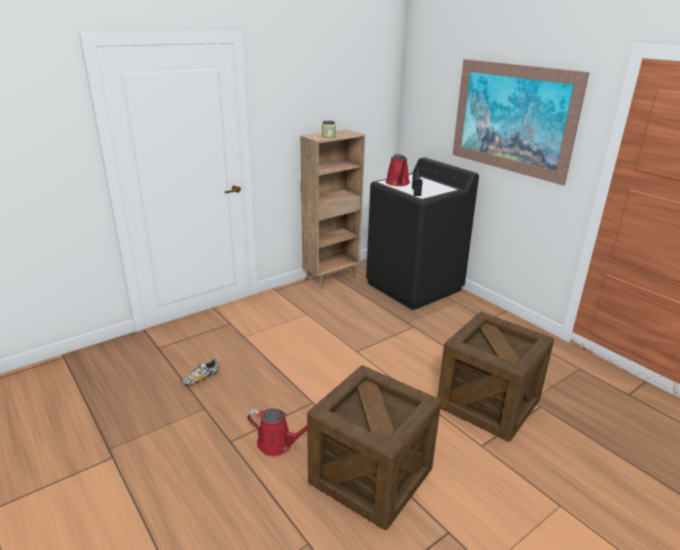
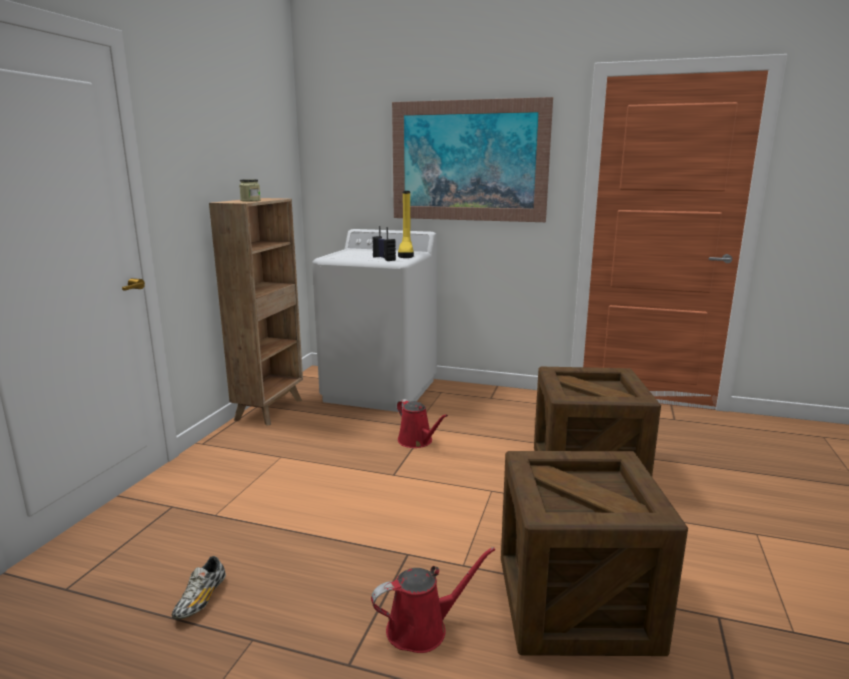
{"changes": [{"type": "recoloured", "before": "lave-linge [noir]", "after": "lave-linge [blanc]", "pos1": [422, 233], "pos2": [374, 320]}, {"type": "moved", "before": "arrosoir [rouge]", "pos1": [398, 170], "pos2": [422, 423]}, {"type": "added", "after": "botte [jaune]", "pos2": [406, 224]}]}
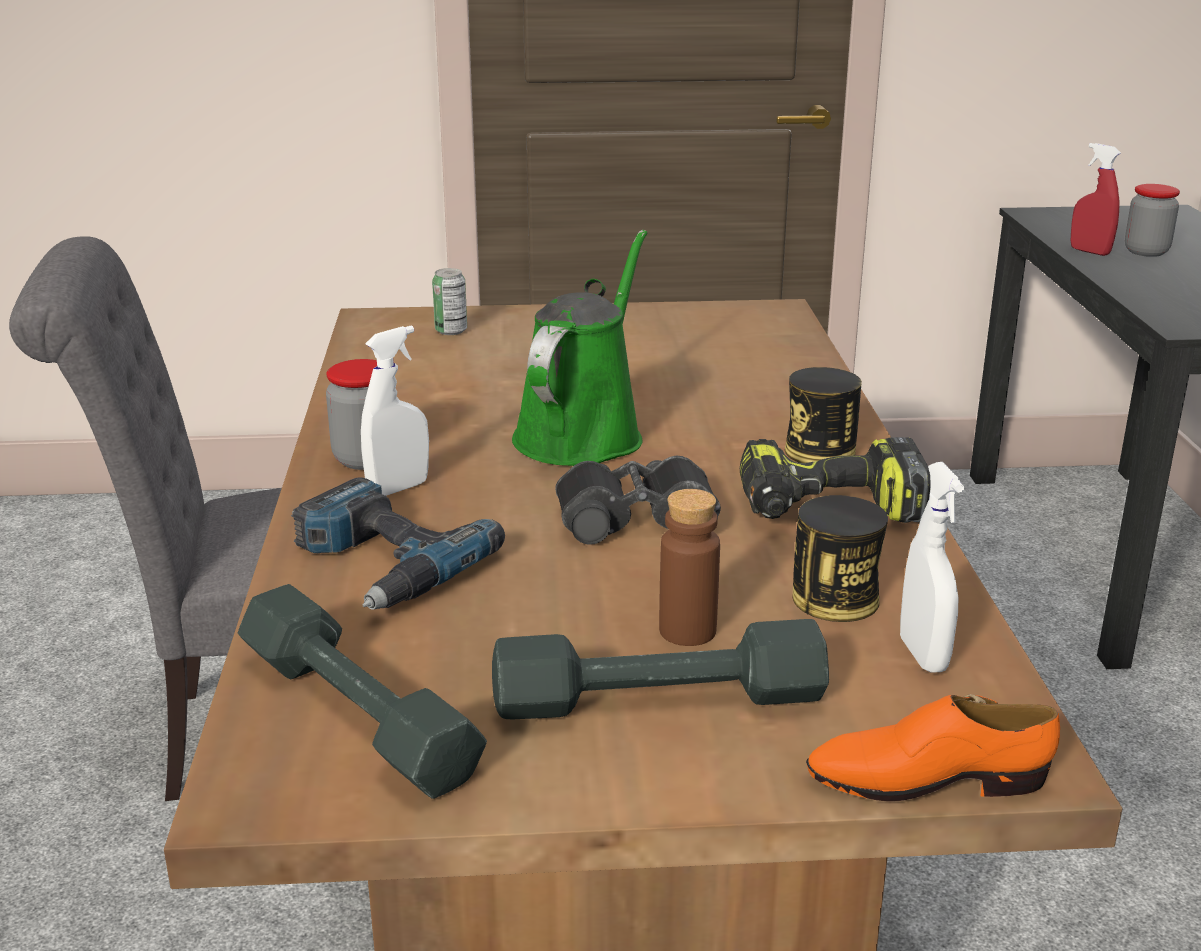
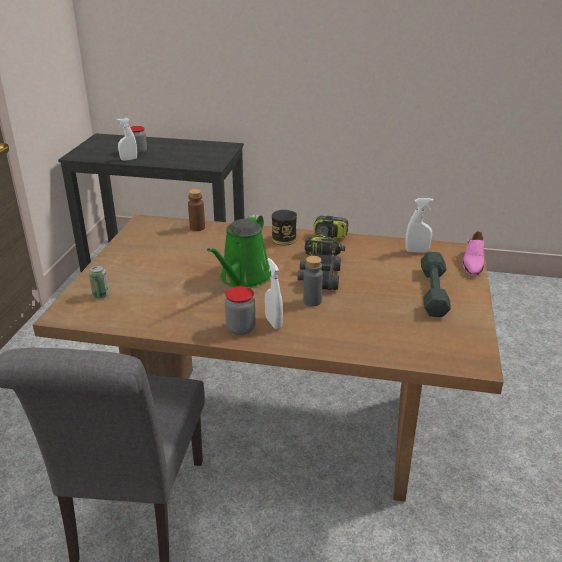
{"changes": [{"type": "recoloured", "before": "vaporisateur [rouge]", "after": "vaporisateur [blanc]", "pos1": [1096, 199], "pos2": [127, 139]}, {"type": "moved", "before": "bouteille [marron]", "pos1": [689, 567], "pos2": [196, 210]}, {"type": "turned", "before": "arrosoir [vert]", "pos1": [579, 348], "pos2": [239, 251], "turn": -105}, {"type": "added", "after": "bouteille [gris]", "pos2": [313, 281]}, {"type": "recoloured", "before": "chaussure [orange]", "after": "chaussure [rose]", "pos1": [933, 747], "pos2": [473, 253]}, {"type": "removed", "before": "haltère [gris]", "pos1": [362, 691]}, {"type": "removed", "before": "perceuse", "pos1": [398, 544]}, {"type": "removed", "before": "boîte métallique", "pos1": [840, 558]}]}
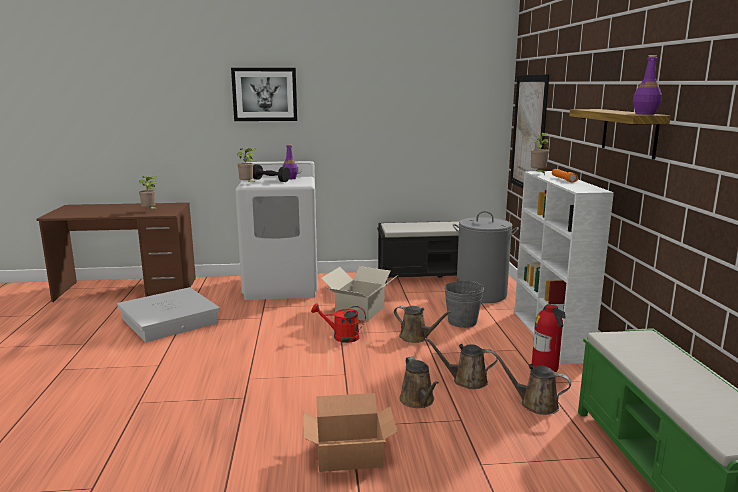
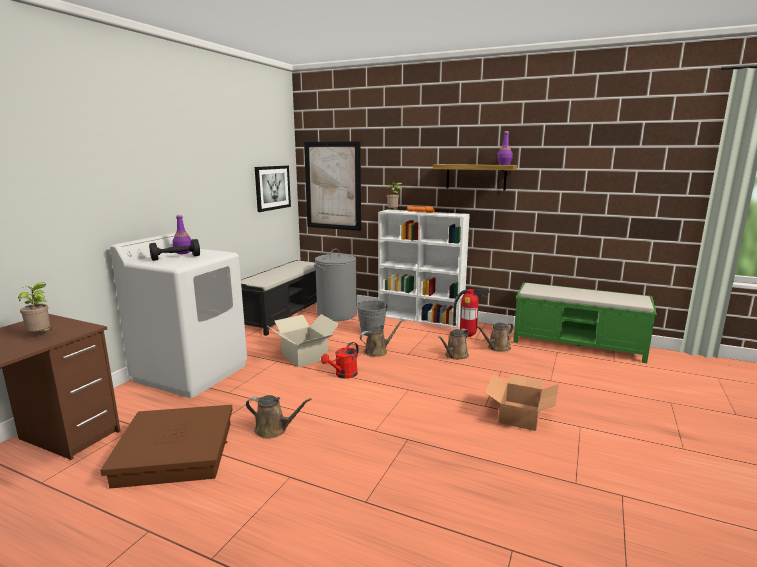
{"changes": [{"type": "recoloured", "before": "boîte de rangement [blanc]", "after": "boîte de rangement [marron]", "pos1": [168, 314], "pos2": [166, 446]}, {"type": "moved", "before": "arrosoir [marron]", "pos1": [419, 382], "pos2": [279, 417]}, {"type": "moved", "before": "tableau", "pos1": [264, 94], "pos2": [273, 189]}, {"type": "removed", "before": "plante en pot", "pos1": [246, 165]}]}
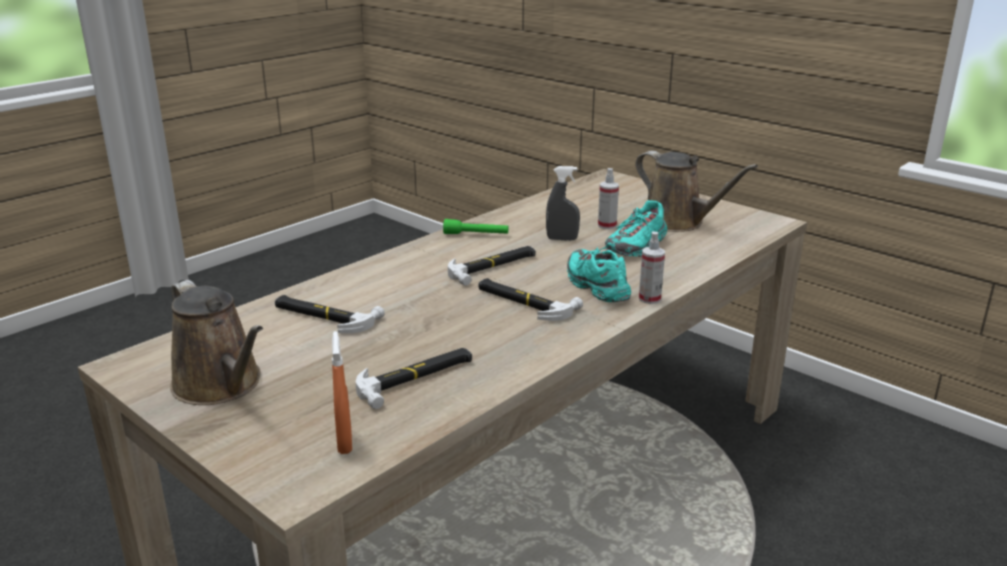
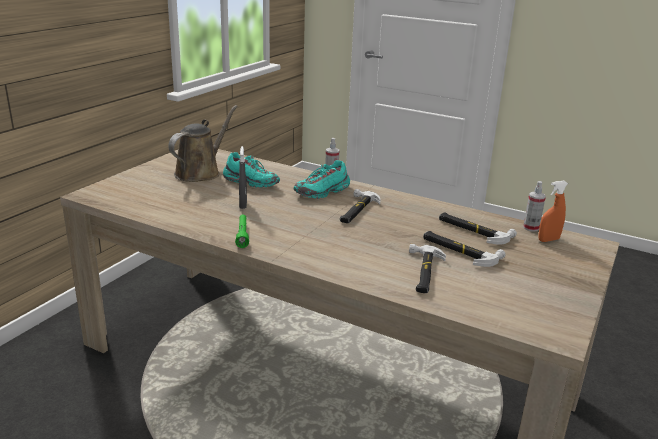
{"changes": [{"type": "moved", "before": "marteau", "pos1": [492, 266], "pos2": [464, 249]}, {"type": "moved", "before": "vaporisateur", "pos1": [608, 198], "pos2": [534, 206]}, {"type": "removed", "before": "arrosoir [marron]", "pos1": [216, 342]}]}
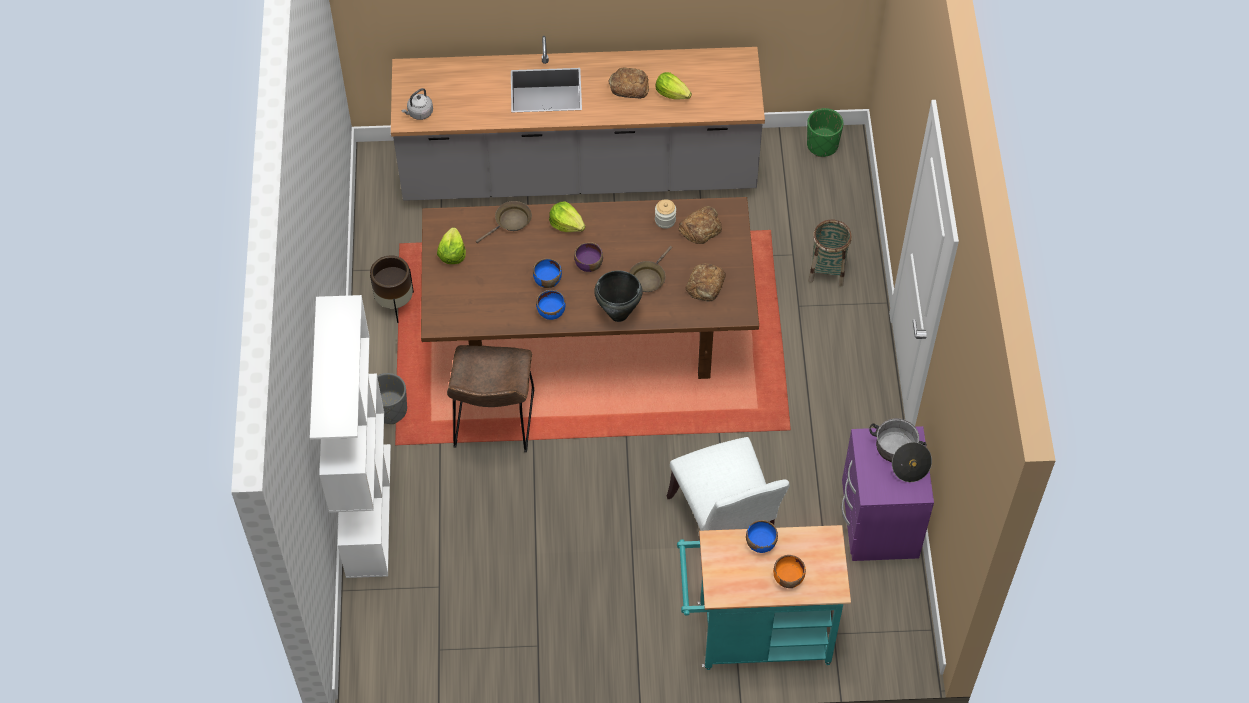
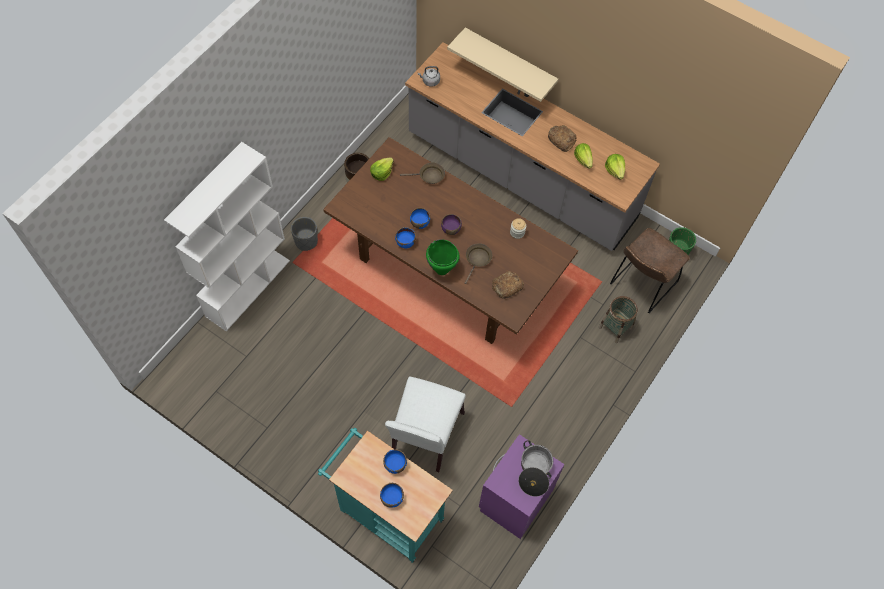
{"changes": [{"type": "recoloured", "before": "bol [orange]", "after": "bol [bleu]", "pos1": [789, 571], "pos2": [392, 495]}, {"type": "recoloured", "before": "marmite [noir]", "after": "marmite [vert]", "pos1": [618, 296], "pos2": [442, 257]}, {"type": "added", "after": "étagère [beige]", "pos2": [502, 64]}, {"type": "turned", "before": "poêle [marron]", "pos1": [650, 269], "pos2": [478, 263], "turn": 135}, {"type": "moved", "before": "laitue", "pos1": [567, 216], "pos2": [615, 167]}, {"type": "moved", "before": "chaise [marron]", "pos1": [490, 398], "pos2": [650, 270]}, {"type": "removed", "before": "pain", "pos1": [700, 225]}]}
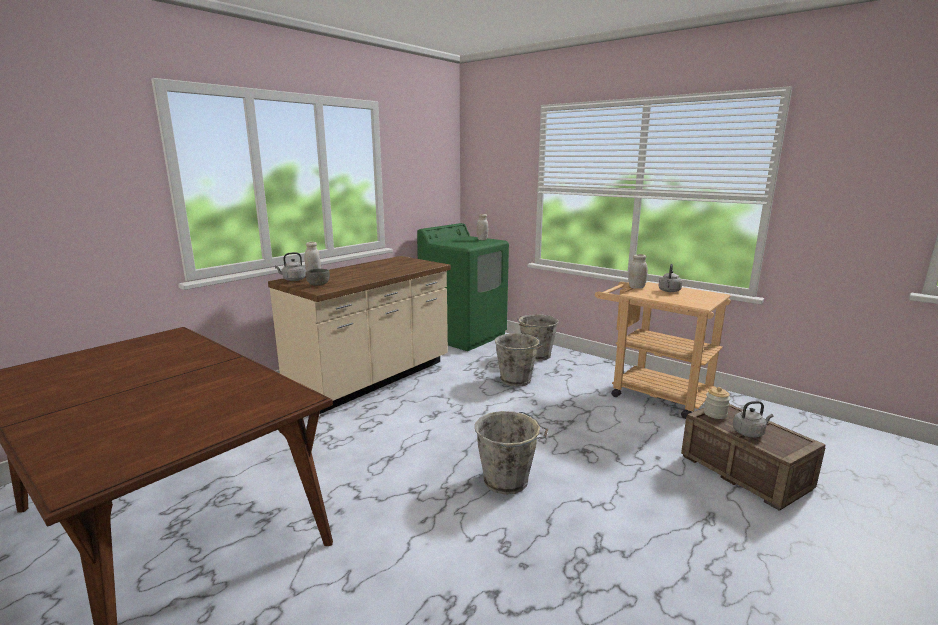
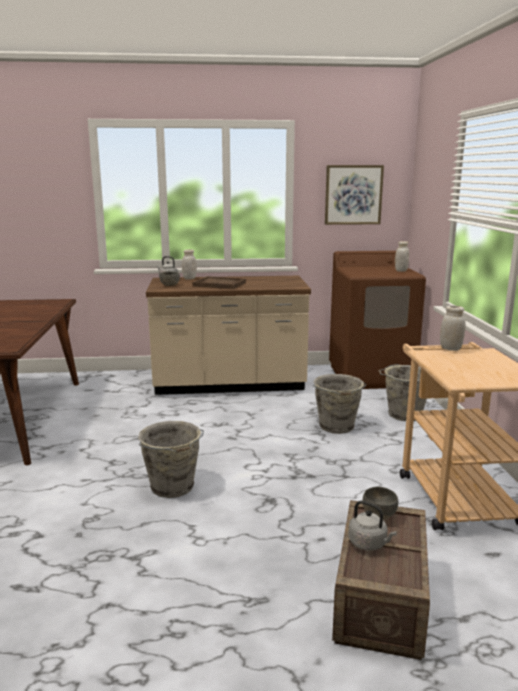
{"changes": [{"type": "added", "after": "plateau [marron]", "pos2": [219, 282]}, {"type": "added", "after": "tableau", "pos2": [354, 195]}, {"type": "recoloured", "before": "lave-linge [vert]", "after": "lave-linge [marron]", "pos1": [463, 287], "pos2": [377, 320]}, {"type": "replaced", "before": "bocal", "after": "bol [gris]", "pos1": [717, 403], "pos2": [380, 503]}, {"type": "removed", "before": "bouilloire [gris]", "pos1": [670, 278]}]}
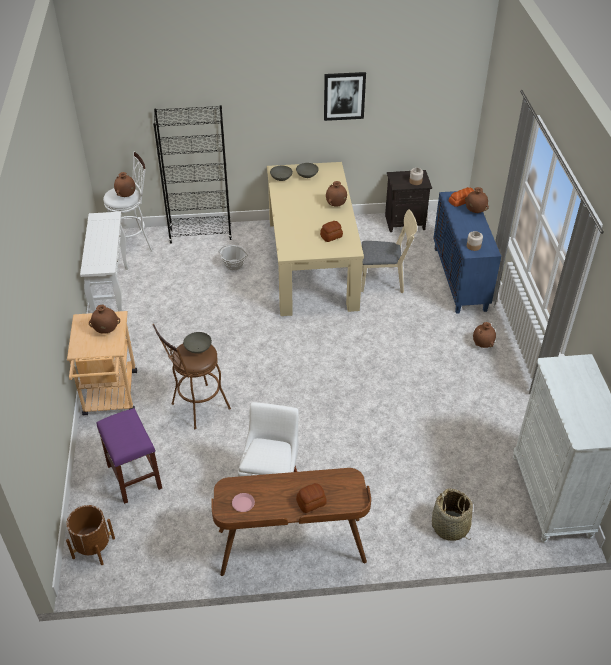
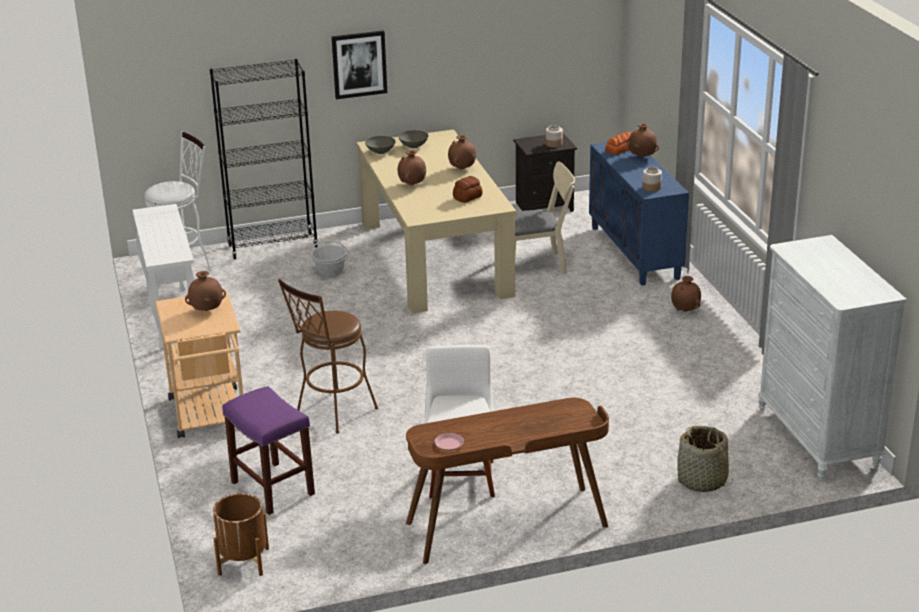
{"changes": [{"type": "moved", "before": "tableau", "pos1": [345, 96], "pos2": [359, 64]}, {"type": "moved", "before": "vase [marron]", "pos1": [124, 184], "pos2": [412, 167]}, {"type": "removed", "before": "bol [gris]", "pos1": [197, 343]}, {"type": "removed", "before": "pain", "pos1": [311, 498]}]}
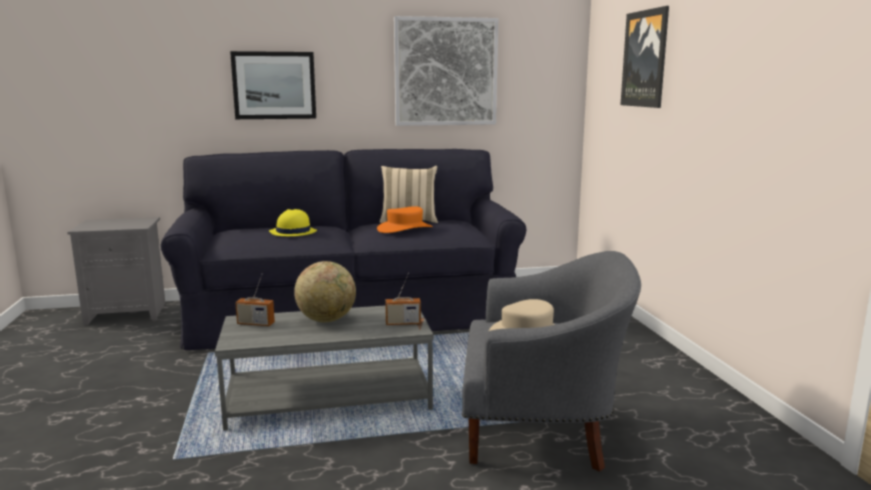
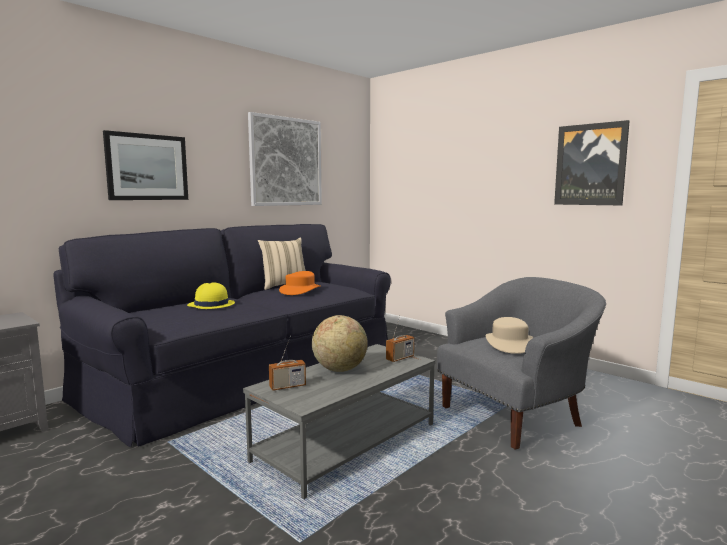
{"changes": [{"type": "moved", "before": "tableau", "pos1": [644, 57], "pos2": [592, 163]}]}
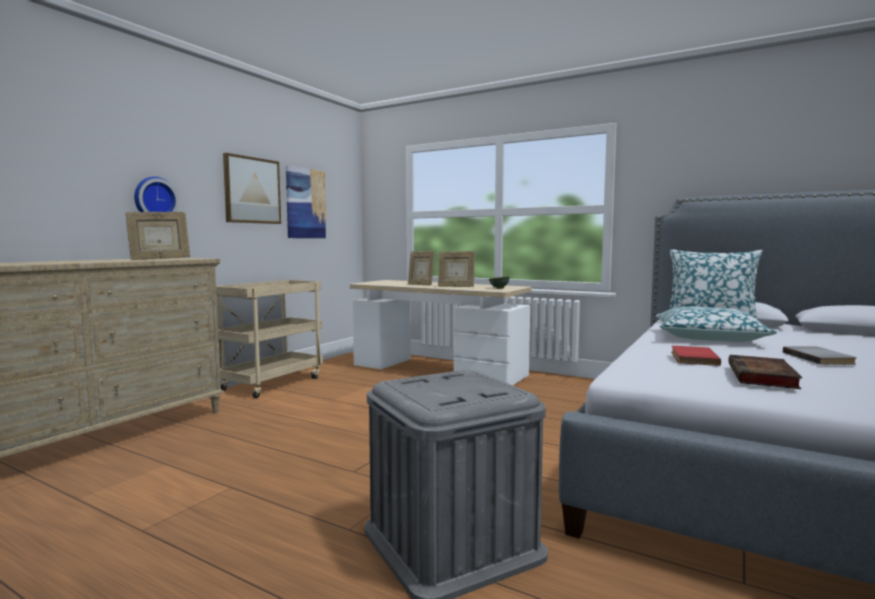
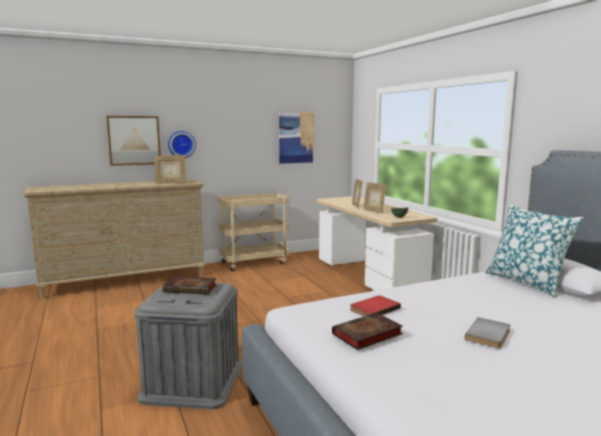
{"changes": [{"type": "moved", "before": "tableau", "pos1": [252, 188], "pos2": [133, 141]}, {"type": "added", "after": "livre", "pos2": [190, 285]}, {"type": "removed", "before": "coussin", "pos1": [716, 324]}]}
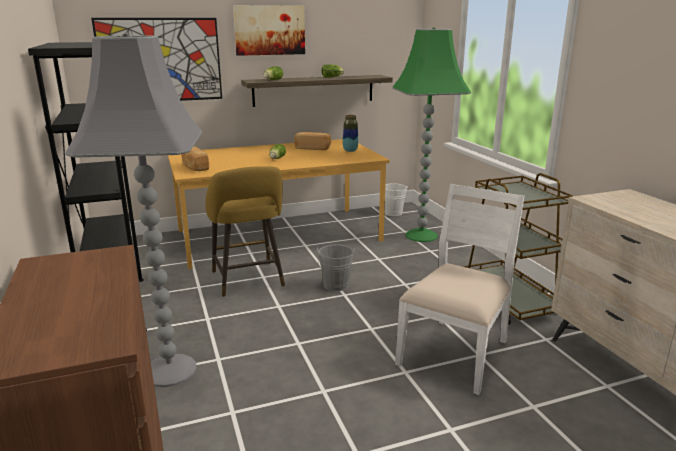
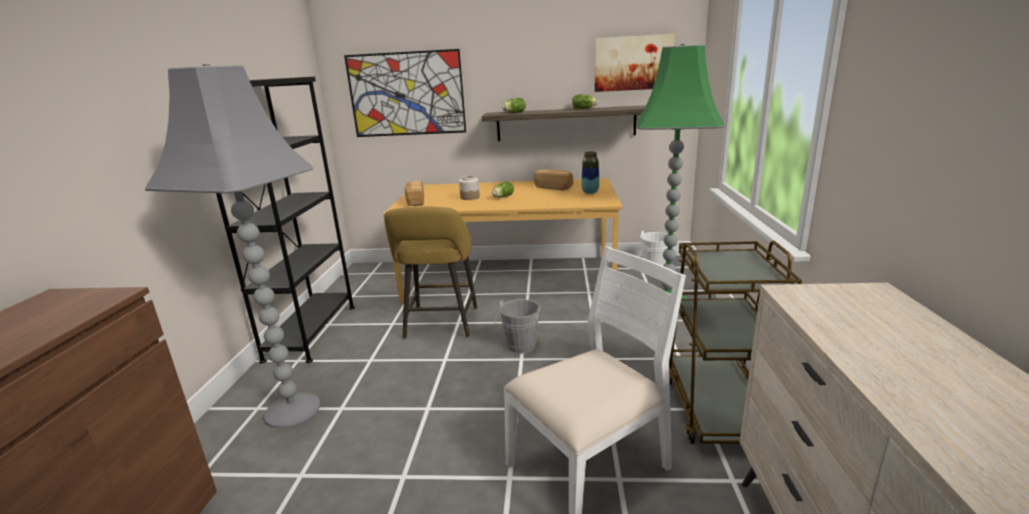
{"changes": [{"type": "added", "after": "bocal", "pos2": [469, 188]}, {"type": "moved", "before": "tableau", "pos1": [269, 30], "pos2": [635, 63]}]}
